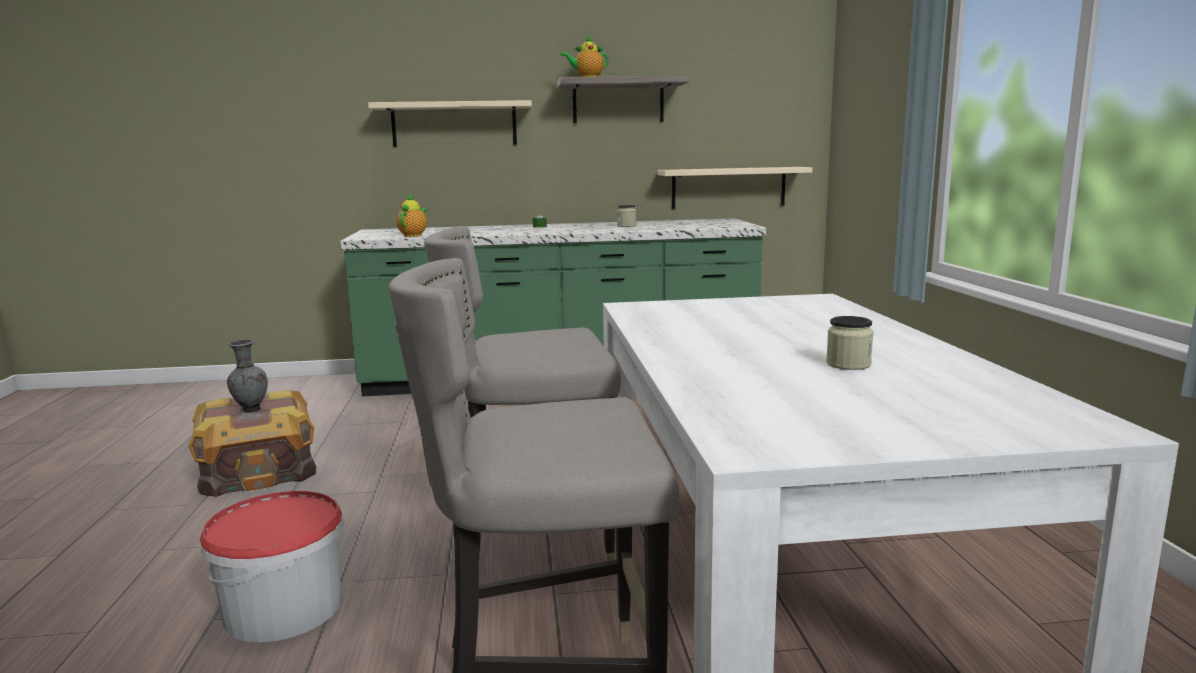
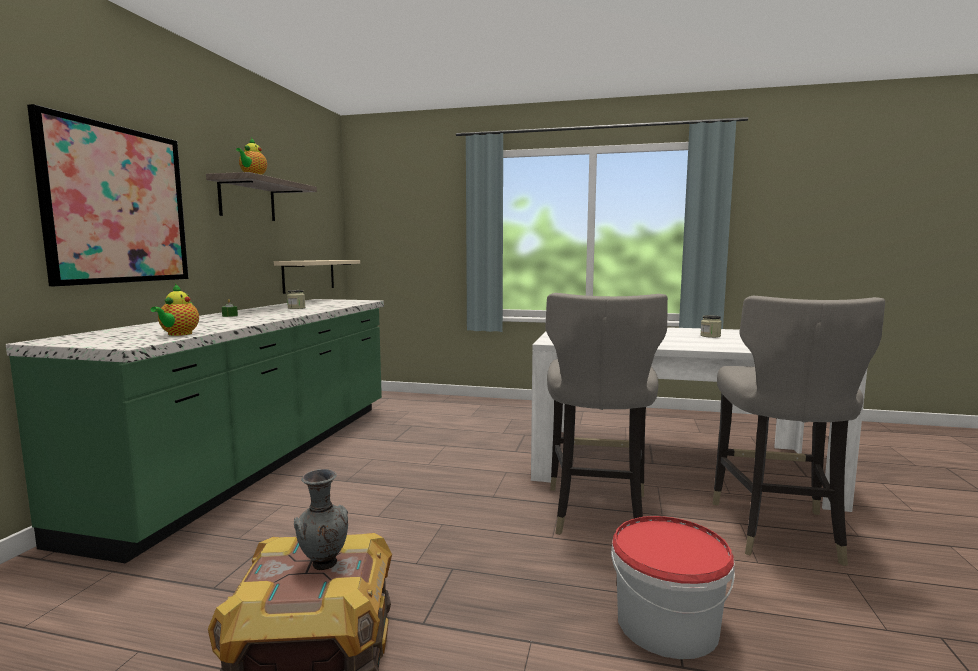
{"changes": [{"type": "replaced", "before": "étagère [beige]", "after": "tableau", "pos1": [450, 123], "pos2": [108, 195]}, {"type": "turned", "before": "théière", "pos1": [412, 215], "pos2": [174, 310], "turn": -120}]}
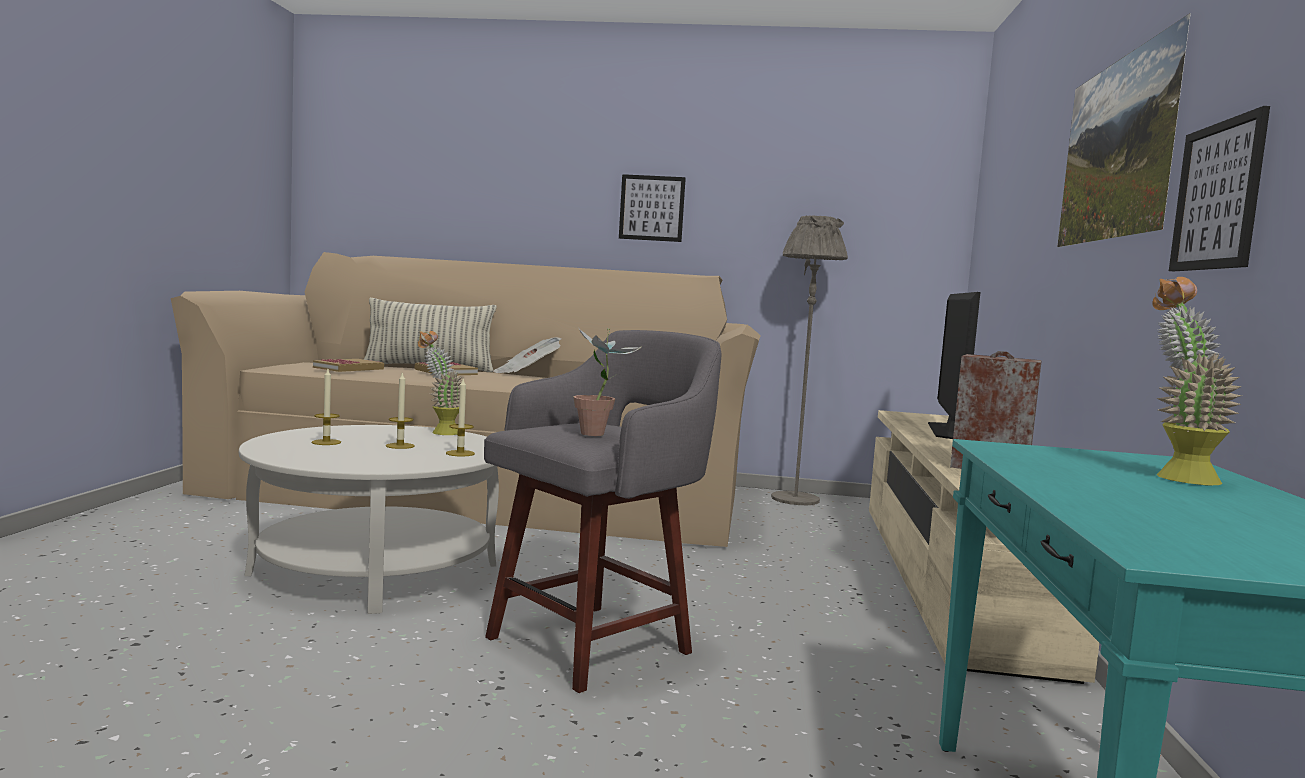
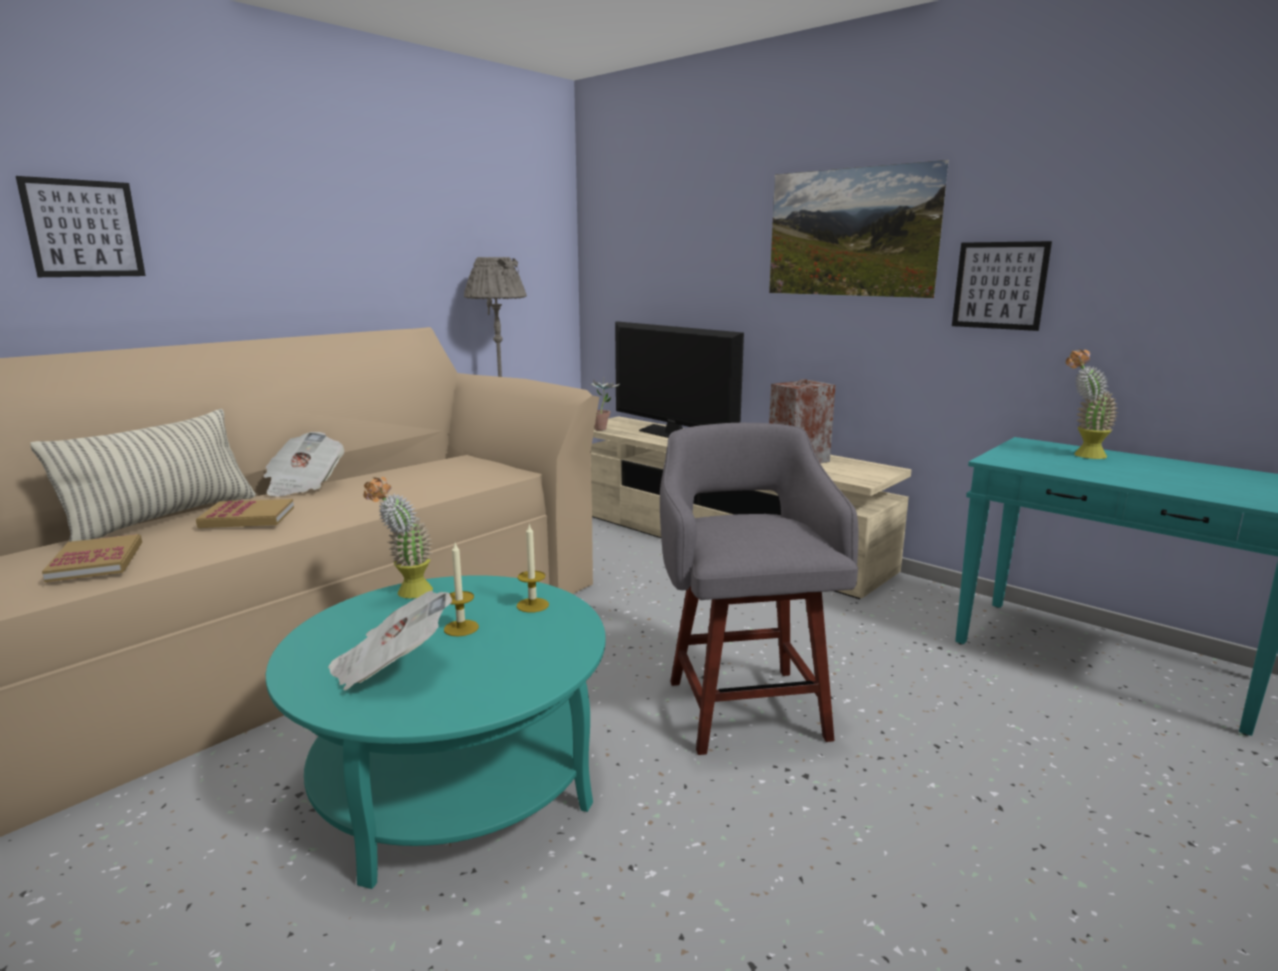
{"changes": [{"type": "moved", "before": "tableau", "pos1": [652, 208], "pos2": [81, 226]}, {"type": "recoloured", "before": "table basse [blanc]", "after": "table basse [turquoise]", "pos1": [369, 519], "pos2": [436, 732]}, {"type": "replaced", "before": "bougie", "after": "journal", "pos1": [326, 407], "pos2": [390, 640]}, {"type": "moved", "before": "plante en pot", "pos1": [607, 381], "pos2": [605, 405]}]}
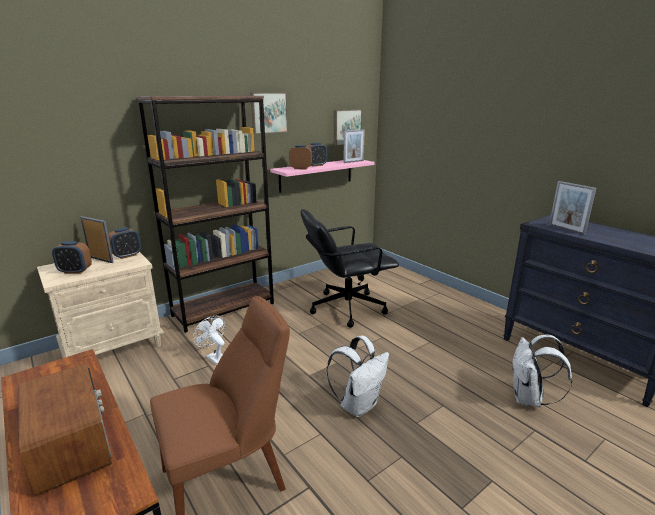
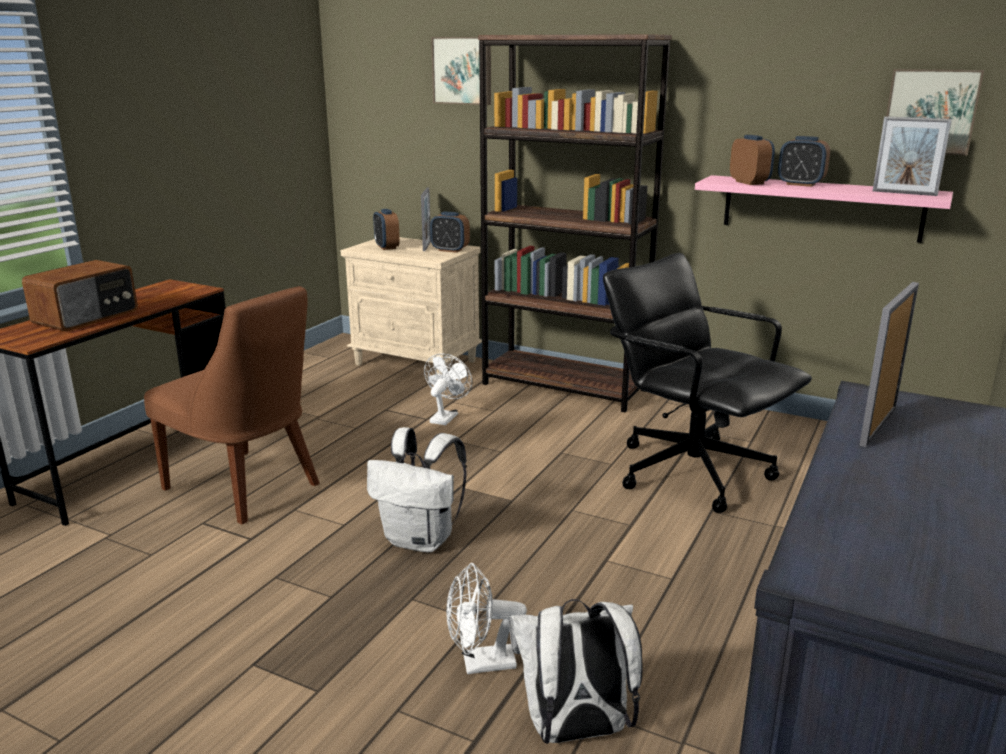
{"changes": [{"type": "moved", "before": "tableau", "pos1": [269, 113], "pos2": [461, 71]}, {"type": "added", "after": "ventilateur [blanc]", "pos2": [486, 618]}]}
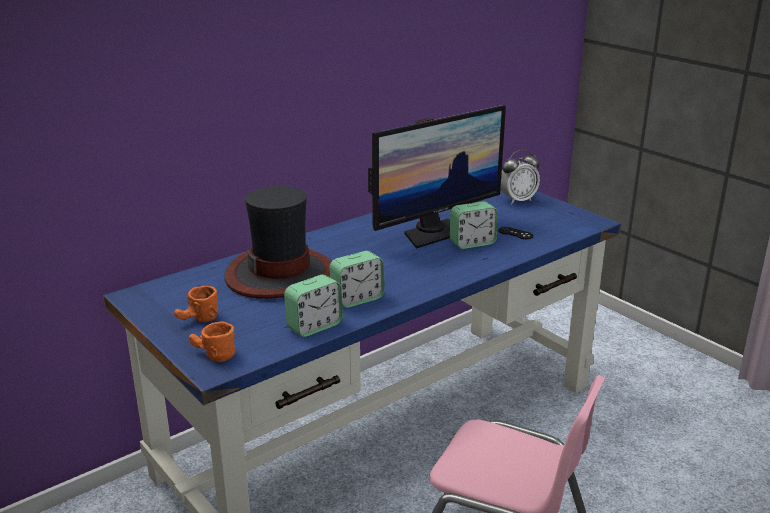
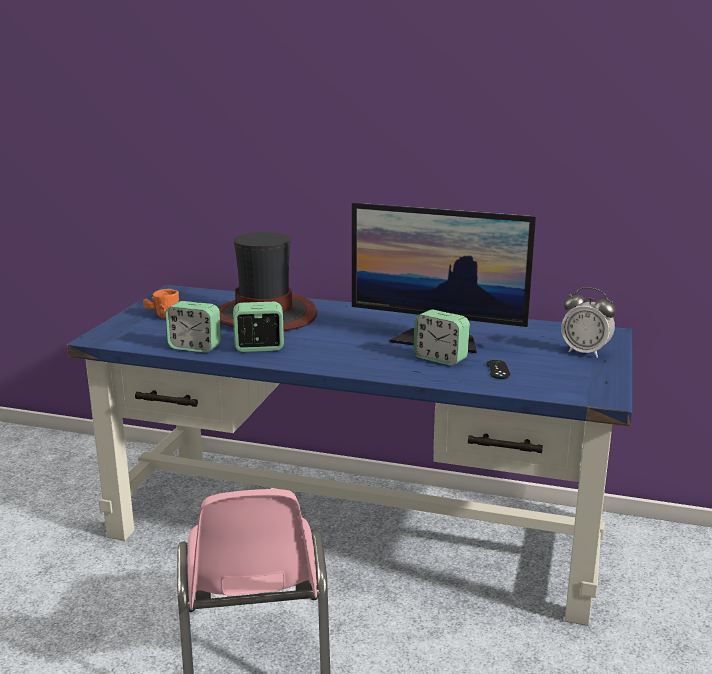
{"changes": [{"type": "turned", "before": "réveil", "pos1": [357, 279], "pos2": [258, 327], "turn": 150}, {"type": "removed", "before": "mug [orange]", "pos1": [212, 341]}]}
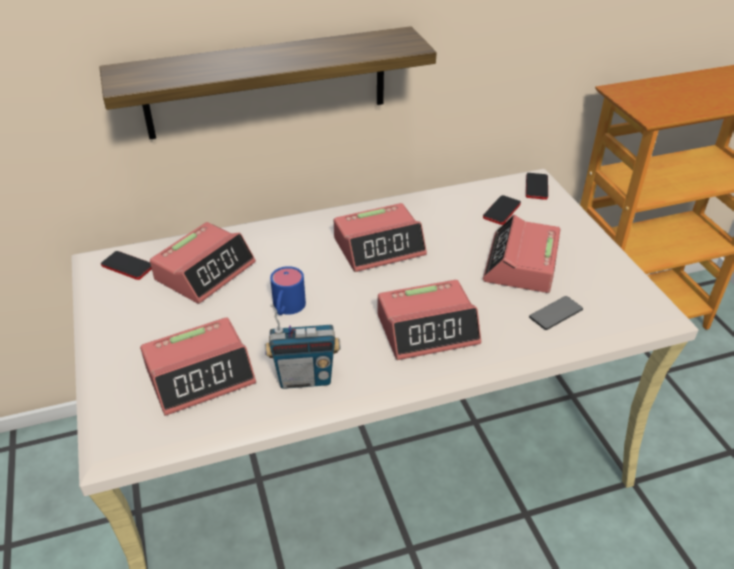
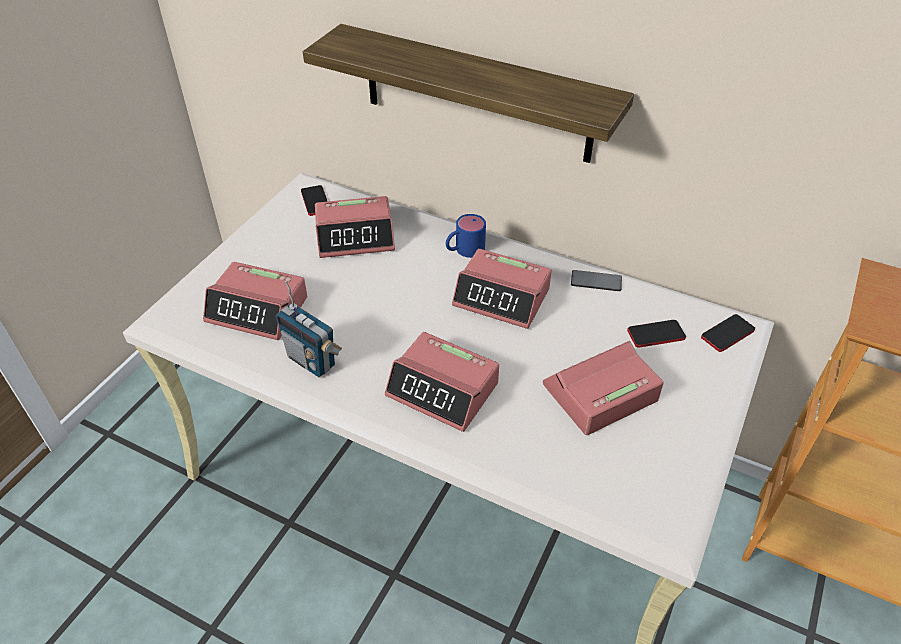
{"changes": [{"type": "moved", "before": "mug [bleu]", "pos1": [288, 290], "pos2": [466, 236]}, {"type": "moved", "before": "téléphone", "pos1": [556, 313], "pos2": [596, 280]}]}
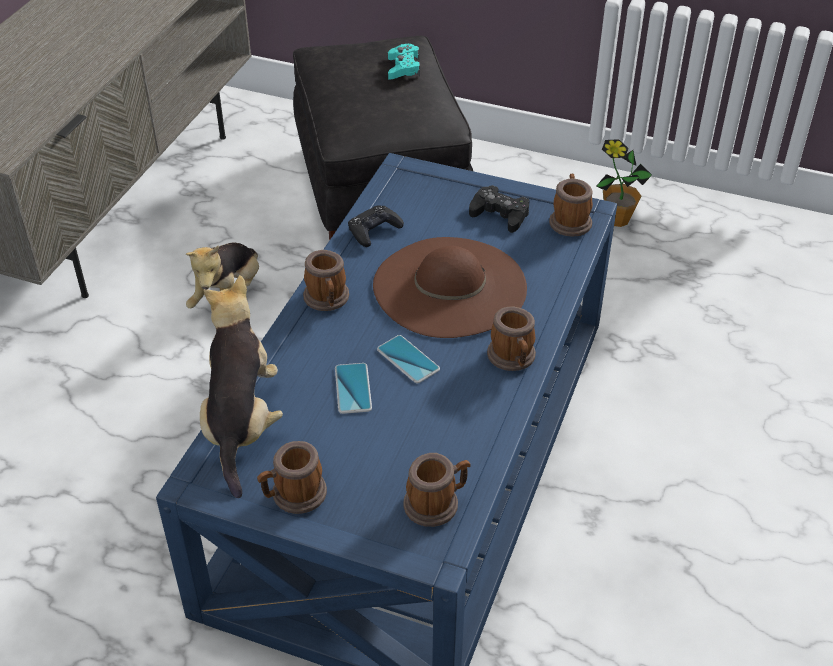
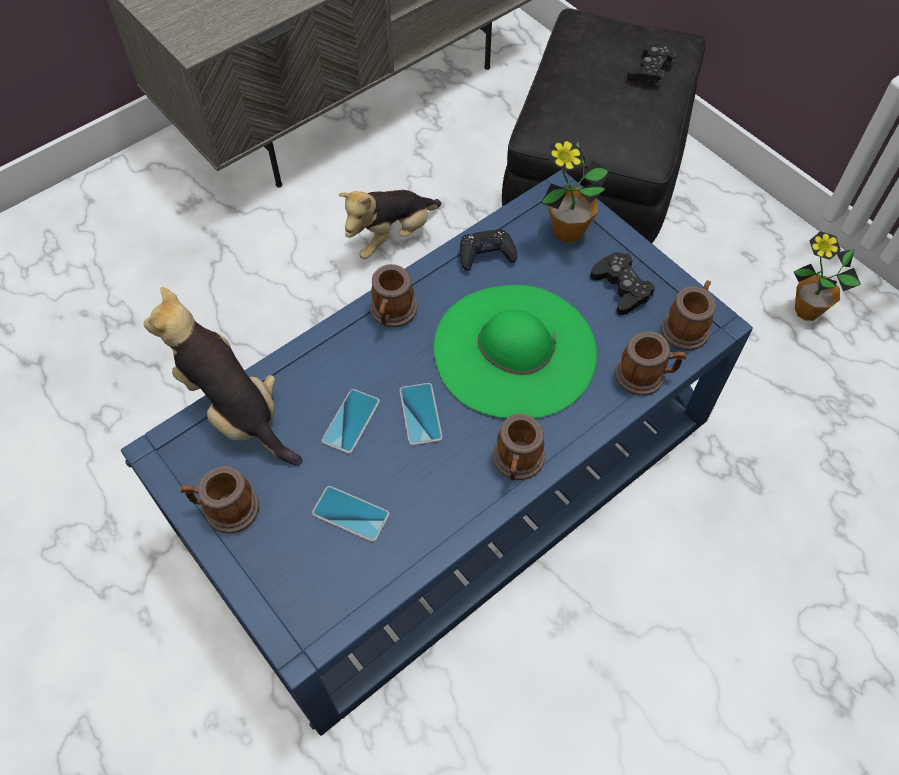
{"changes": [{"type": "turned", "before": "peluche", "pos1": [241, 386], "pos2": [223, 376], "turn": -75}, {"type": "added", "after": "téléphone", "pos2": [350, 514]}, {"type": "recoloured", "before": "chapeau [marron]", "after": "chapeau [vert]", "pos1": [450, 287], "pos2": [515, 351]}, {"type": "added", "after": "plante en pot", "pos2": [575, 191]}, {"type": "moved", "before": "mug", "pos1": [437, 490], "pos2": [650, 363]}, {"type": "recoloured", "before": "manette [turquoise]", "after": "manette [noir]", "pos1": [404, 62], "pos2": [652, 65]}]}
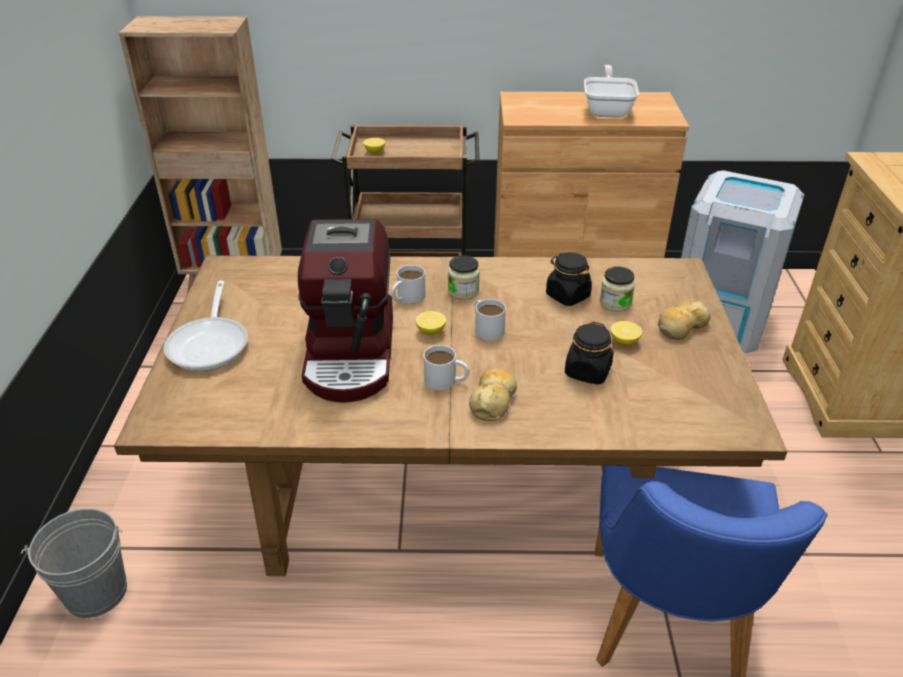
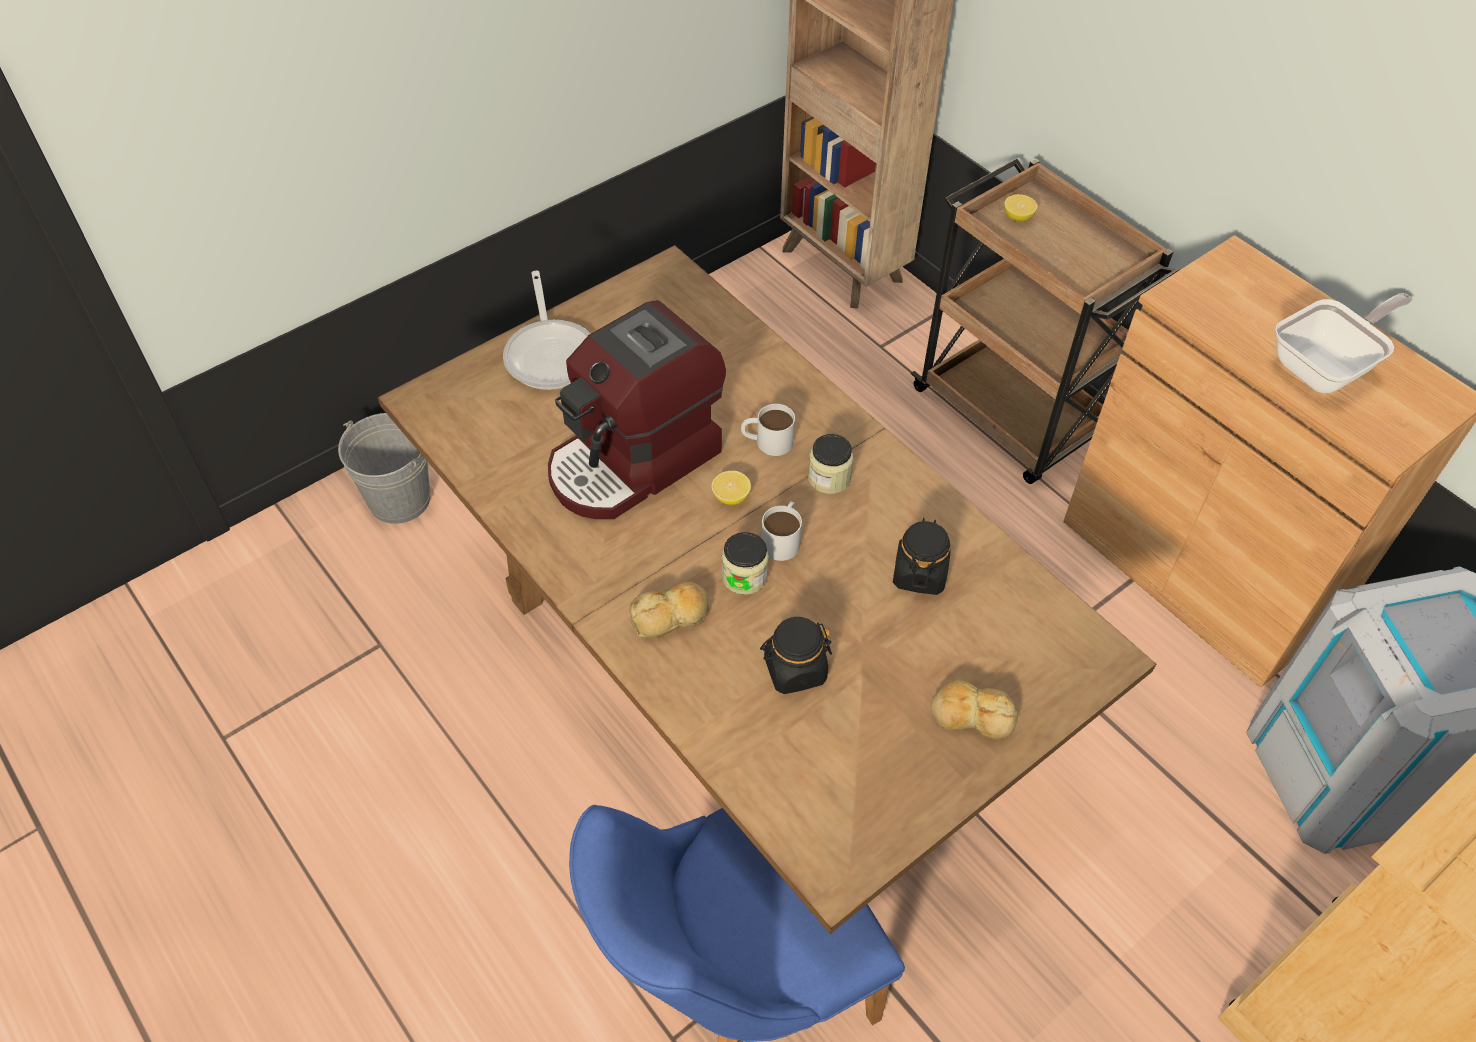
{"changes": [{"type": "turned", "before": "poêle", "pos1": [206, 325], "pos2": [547, 330], "turn": -60}, {"type": "moved", "before": "bocal", "pos1": [617, 289], "pos2": [745, 563]}, {"type": "removed", "before": "mug [blanc]", "pos1": [446, 367]}, {"type": "removed", "before": "citron", "pos1": [626, 333]}]}
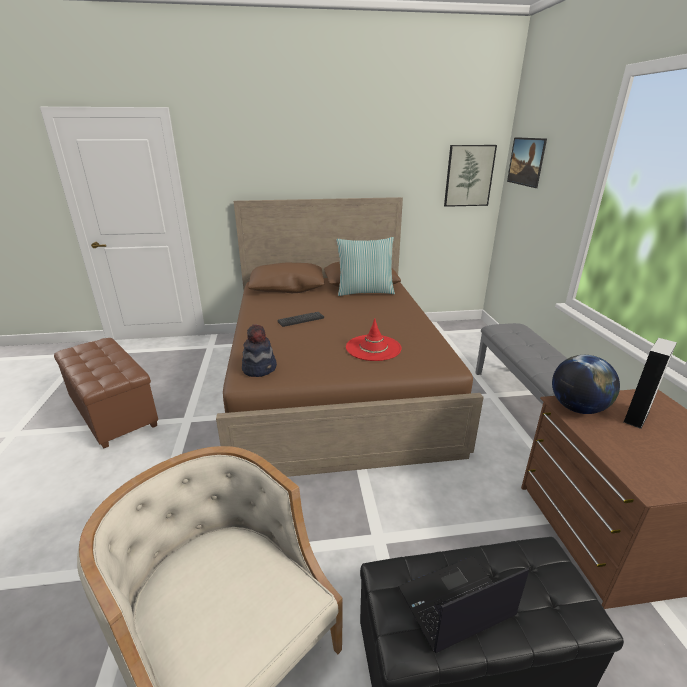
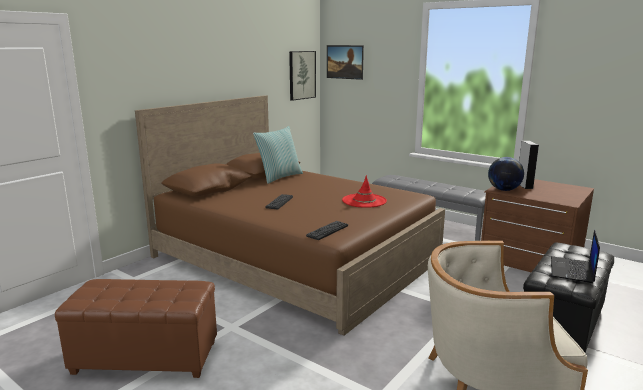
{"changes": [{"type": "replaced", "before": "chapeau", "after": "clavier", "pos1": [259, 350], "pos2": [327, 230]}]}
